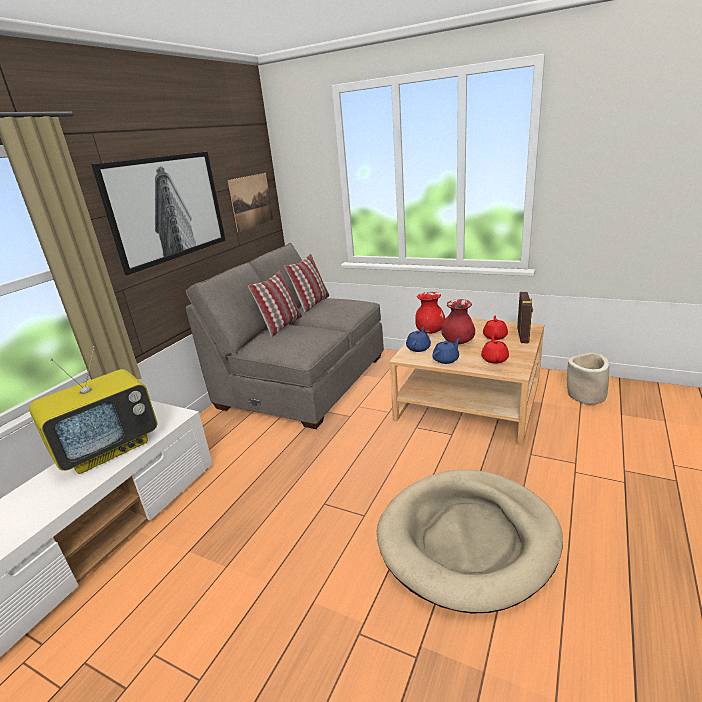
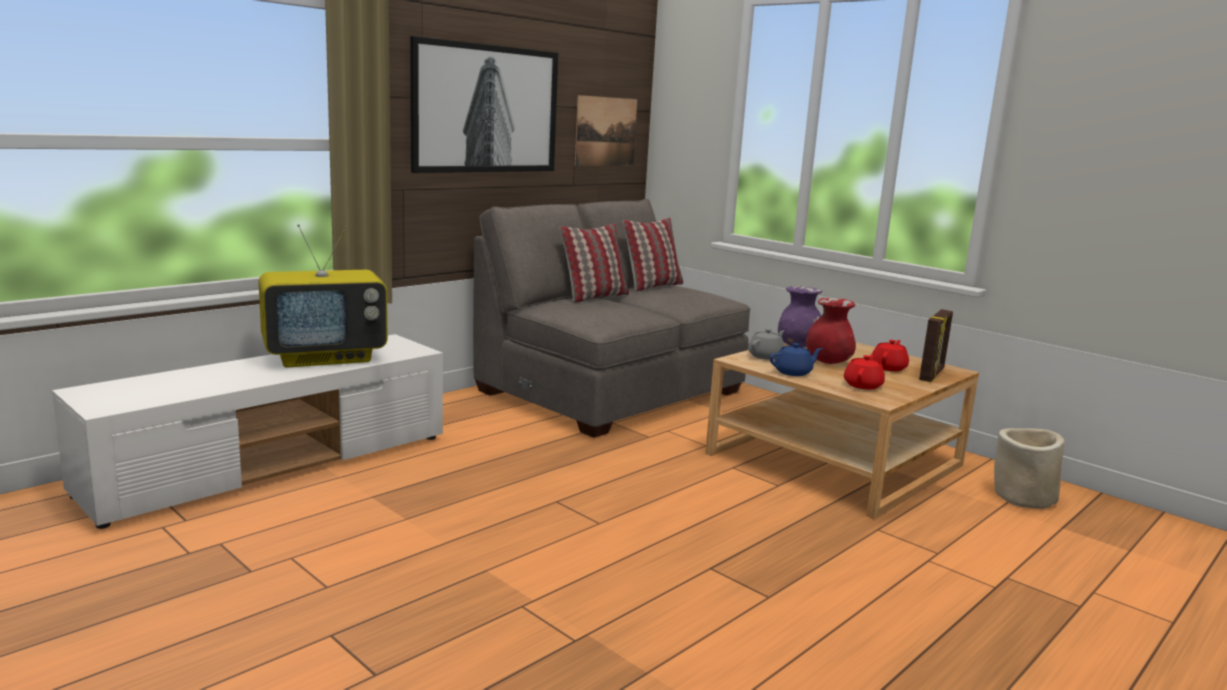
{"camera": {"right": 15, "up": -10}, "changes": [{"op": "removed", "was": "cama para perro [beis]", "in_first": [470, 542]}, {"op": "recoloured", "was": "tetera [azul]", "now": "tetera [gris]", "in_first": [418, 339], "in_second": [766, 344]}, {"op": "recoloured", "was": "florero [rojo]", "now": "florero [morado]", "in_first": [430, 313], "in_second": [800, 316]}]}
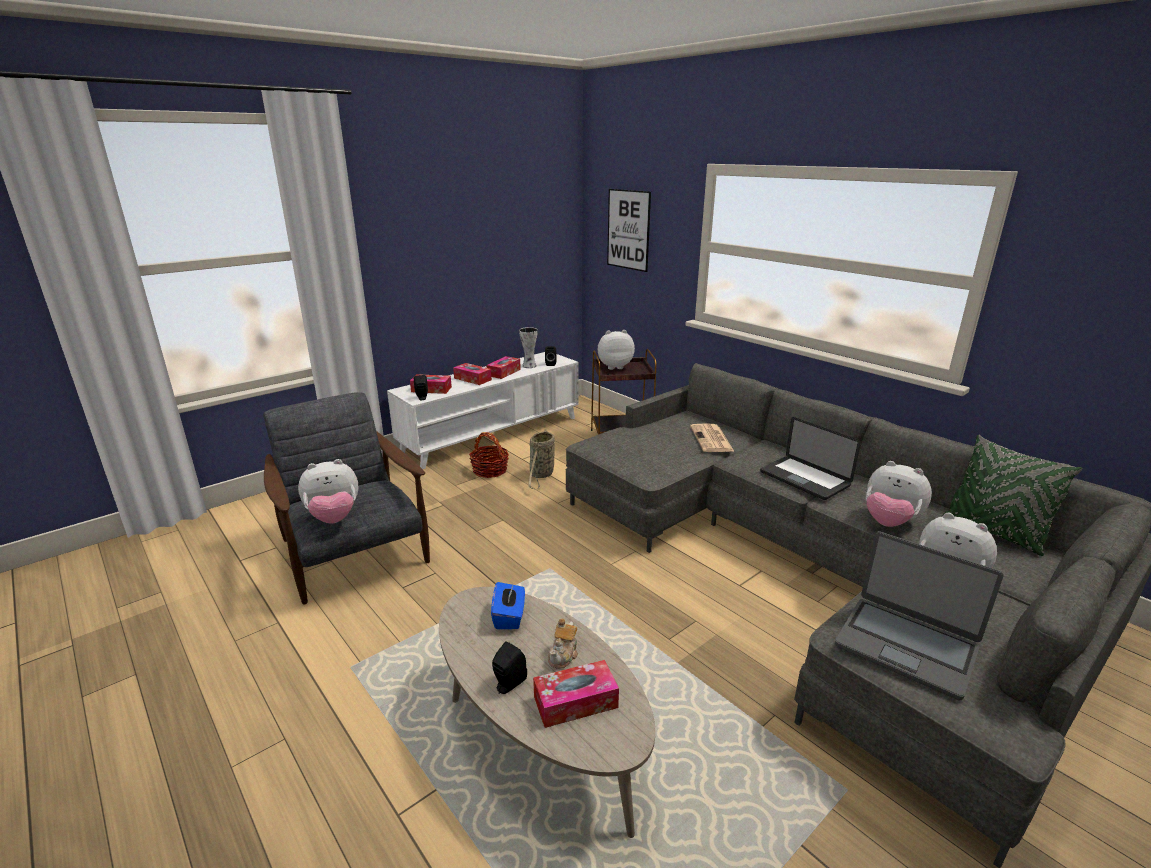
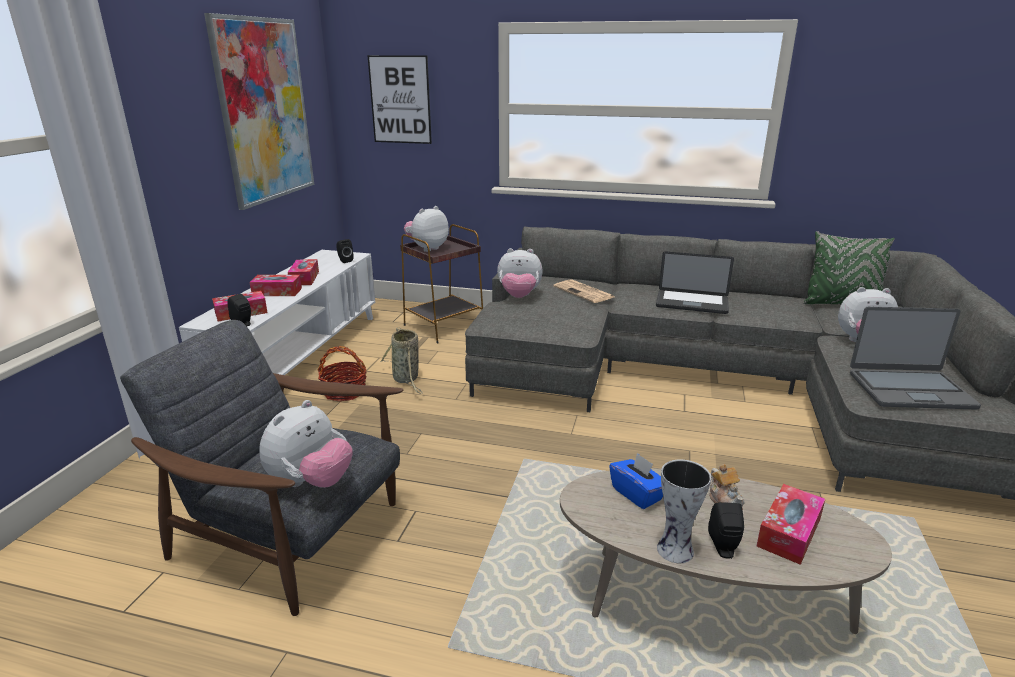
{"camera": {"right": -35, "up": 0}, "changes": [{"op": "moved", "was": "florero", "in_first": [528, 347], "in_second": [684, 511]}, {"op": "moved", "was": "peluche", "in_first": [899, 494], "in_second": [520, 273]}, {"op": "added", "now": "cuadro", "in_second": [259, 111]}]}
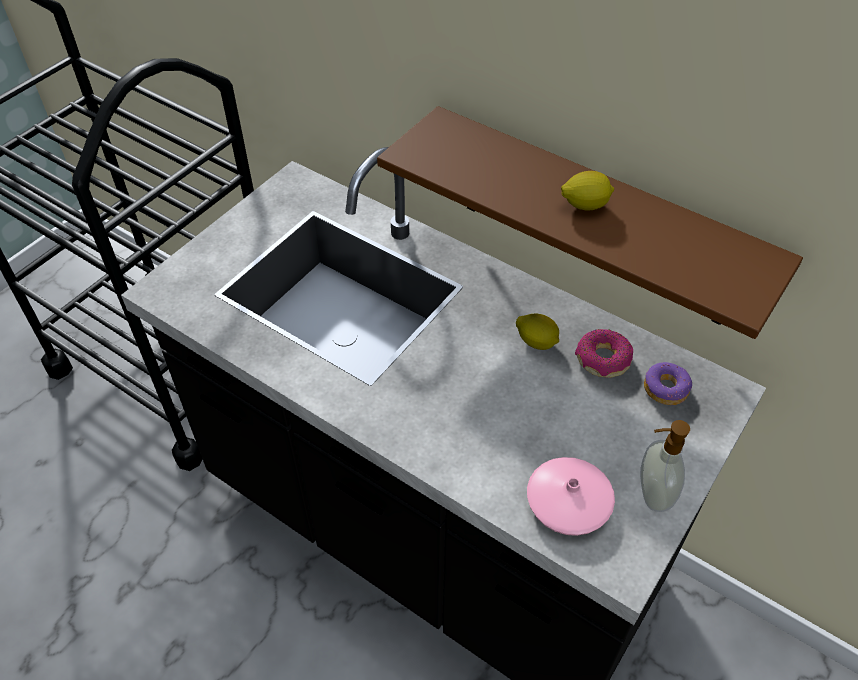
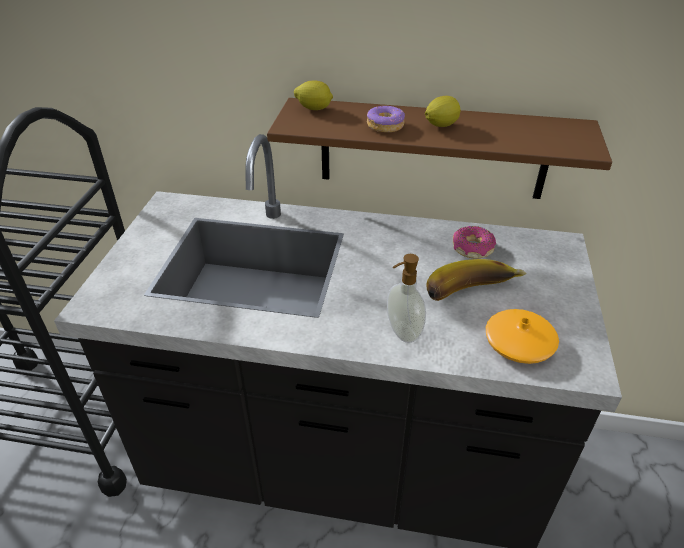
{"camera": {"right": -25, "up": -10}, "changes": [{"op": "moved", "was": "limón", "in_first": [537, 332], "in_second": [313, 95]}, {"op": "recoloured", "was": "florero [rosa]", "now": "florero [naranja]", "in_first": [571, 496], "in_second": [522, 336]}, {"op": "moved", "was": "dispensador de jabón", "in_first": [665, 466], "in_second": [406, 298]}, {"op": "moved", "was": "rosquilla", "in_first": [668, 383], "in_second": [386, 118]}, {"op": "added", "now": "plátano", "in_second": [476, 280]}]}
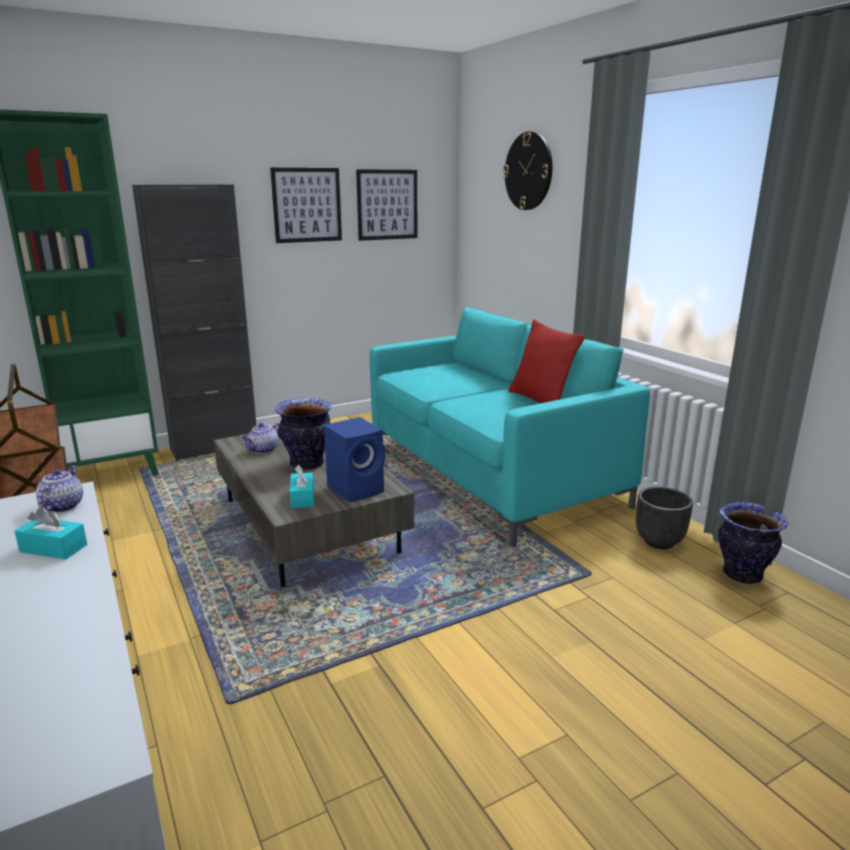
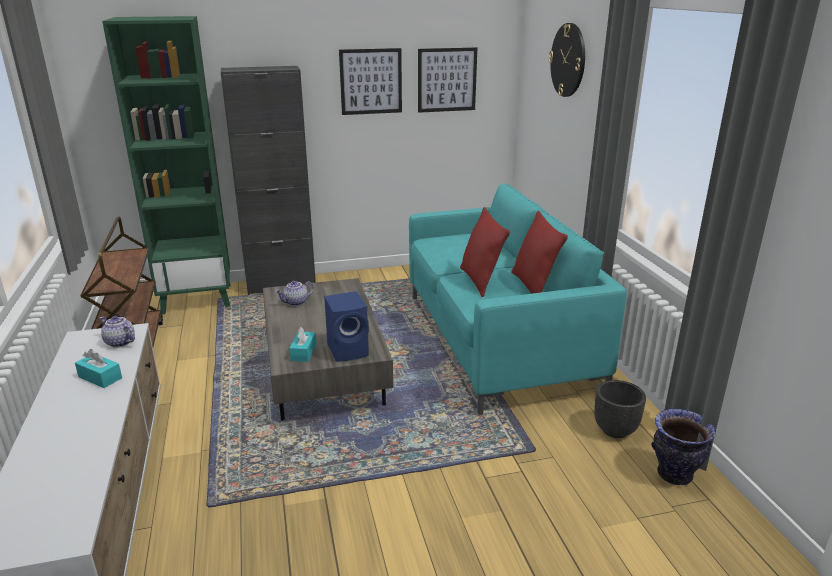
{"camera": {"right": 15, "up": 5}, "changes": [{"op": "turned", "was": "tetera", "in_first": [59, 489], "in_second": [117, 331], "clockwise": -75}, {"op": "removed", "was": "florero", "in_first": [303, 434]}, {"op": "added", "now": "cojín [rojo]", "in_second": [485, 252]}]}
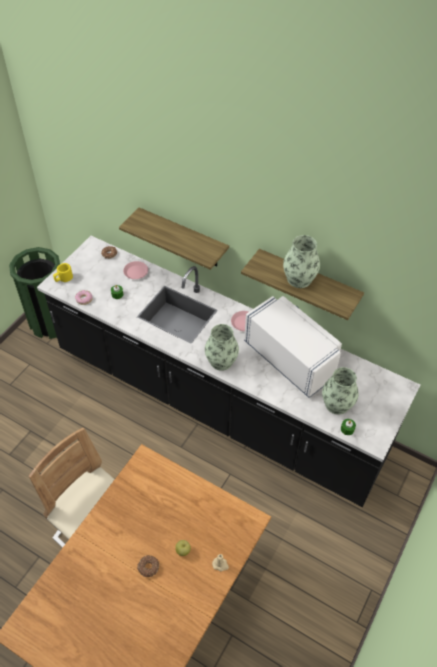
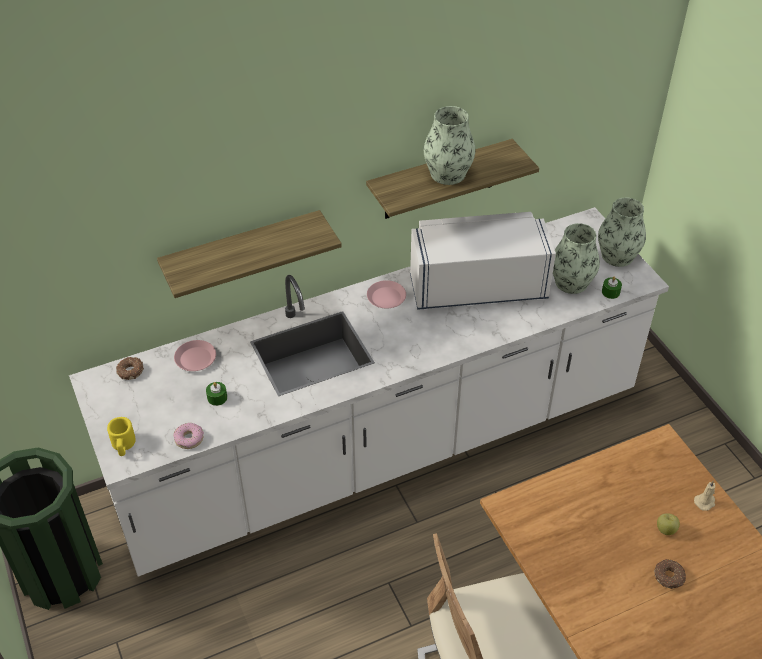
{"camera": {"right": -55, "up": -5}, "changes": [{"op": "recoloured", "was": "mueble bajo de cocina [negro]", "now": "mueble bajo de cocina [blanco]", "in_first": [228, 371], "in_second": [369, 392]}, {"op": "moved", "was": "florero", "in_first": [222, 347], "in_second": [622, 232]}]}
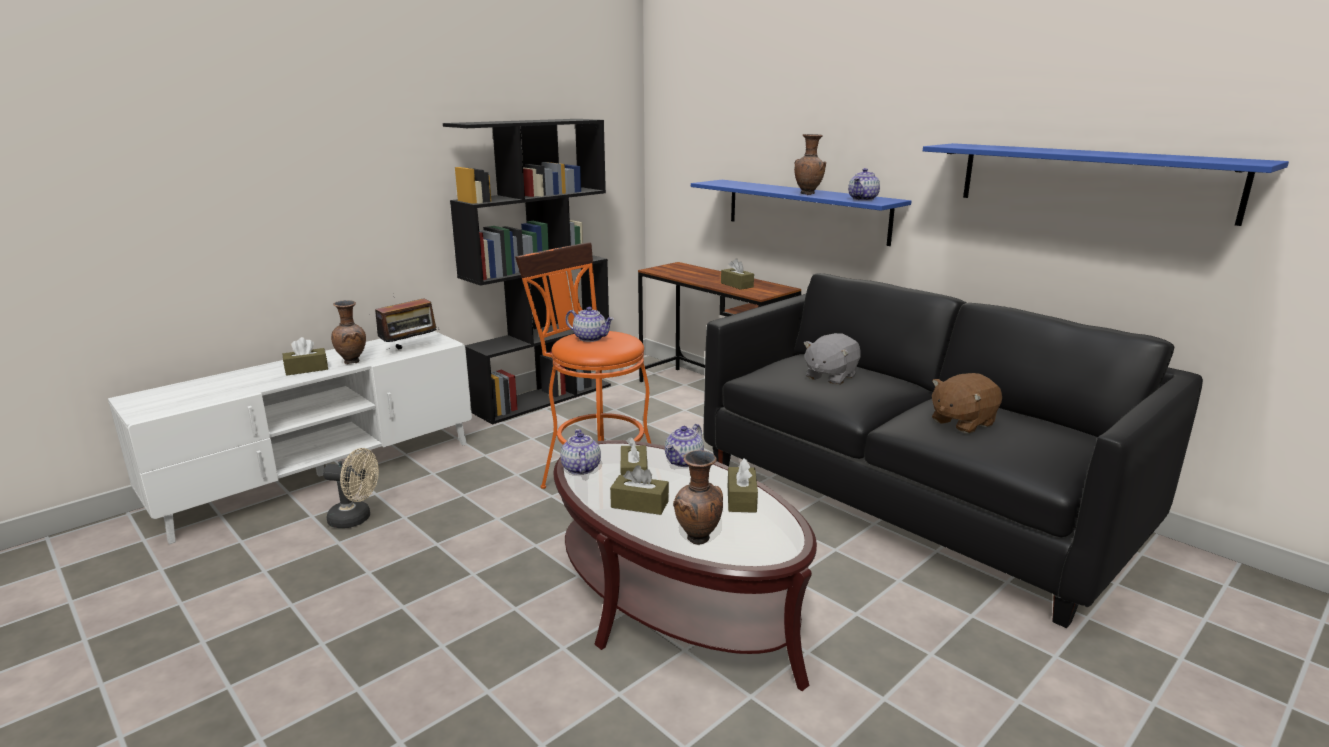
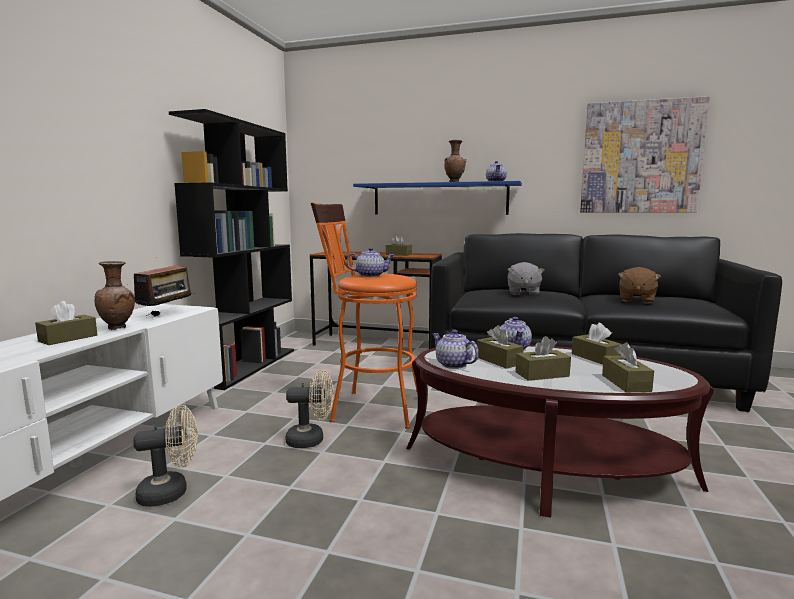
{"camera": {"right": -30, "up": -10}, "changes": [{"op": "replaced", "was": "florero [marrón]", "now": "caja de pañuelos [marrón]", "in_first": [698, 497], "in_second": [628, 367]}, {"op": "replaced", "was": "estante [azul]", "now": "cuadro", "in_first": [1106, 184], "in_second": [645, 154]}, {"op": "added", "now": "ventilador [beis]", "in_second": [310, 409]}]}
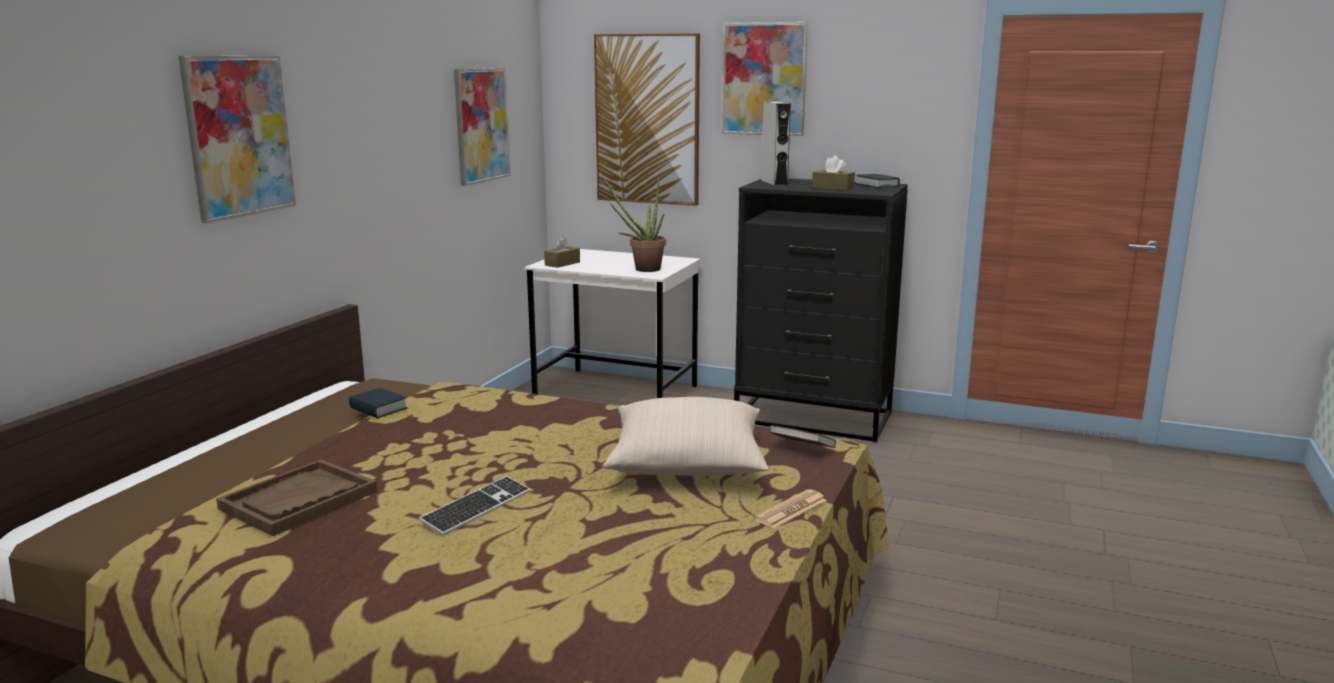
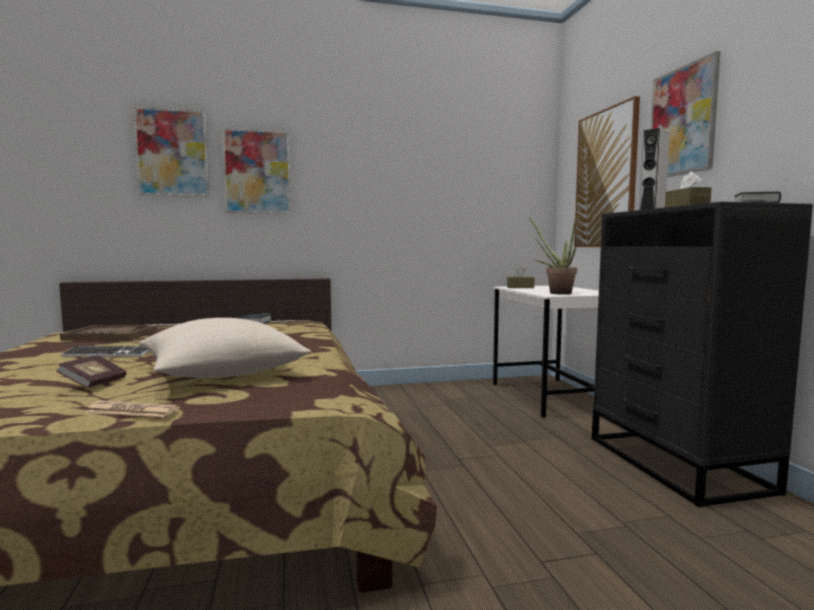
{"camera": {"right": 55, "up": -10}, "changes": [{"op": "moved", "was": "cuadro", "in_first": [482, 127], "in_second": [171, 151]}, {"op": "moved", "was": "libro", "in_first": [802, 436], "in_second": [91, 371]}]}
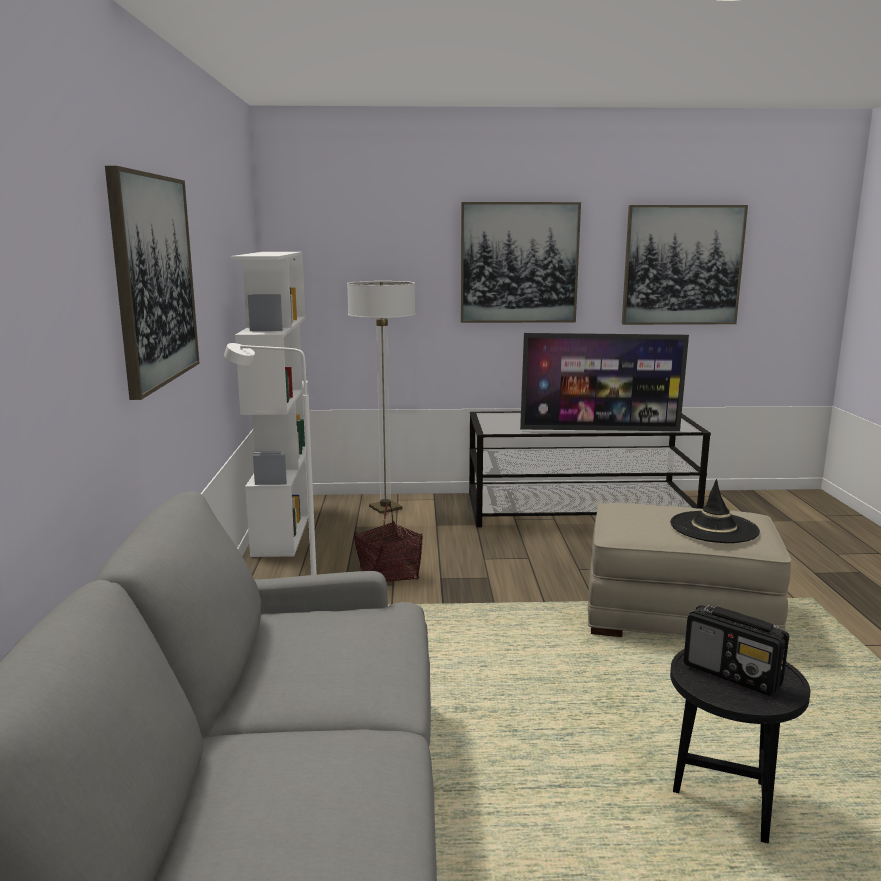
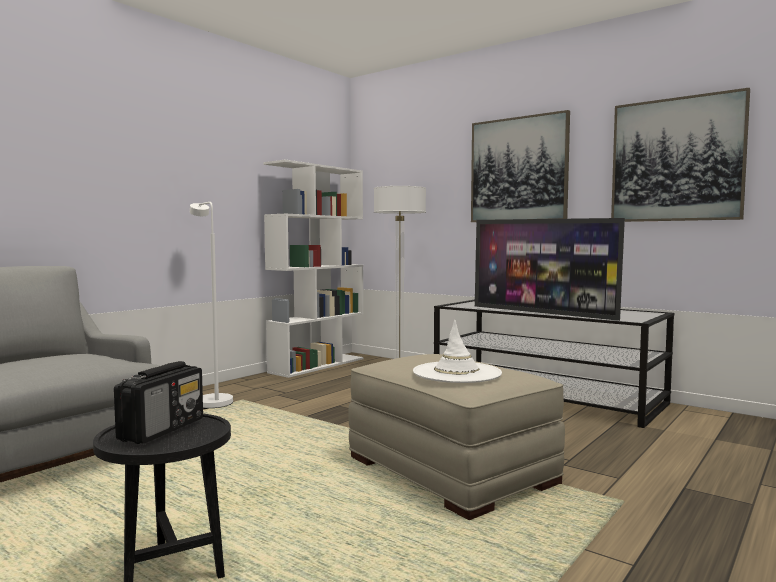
{"camera": {"right": 40, "up": -10}, "changes": [{"op": "removed", "was": "cuadro", "in_first": [152, 283]}, {"op": "removed", "was": "cesta", "in_first": [388, 542]}, {"op": "recoloured", "was": "sombrero [negro]", "now": "sombrero [blanco]", "in_first": [715, 511], "in_second": [457, 351]}, {"op": "turned", "was": "radio", "in_first": [736, 650], "in_second": [158, 402], "clockwise": -150}]}
